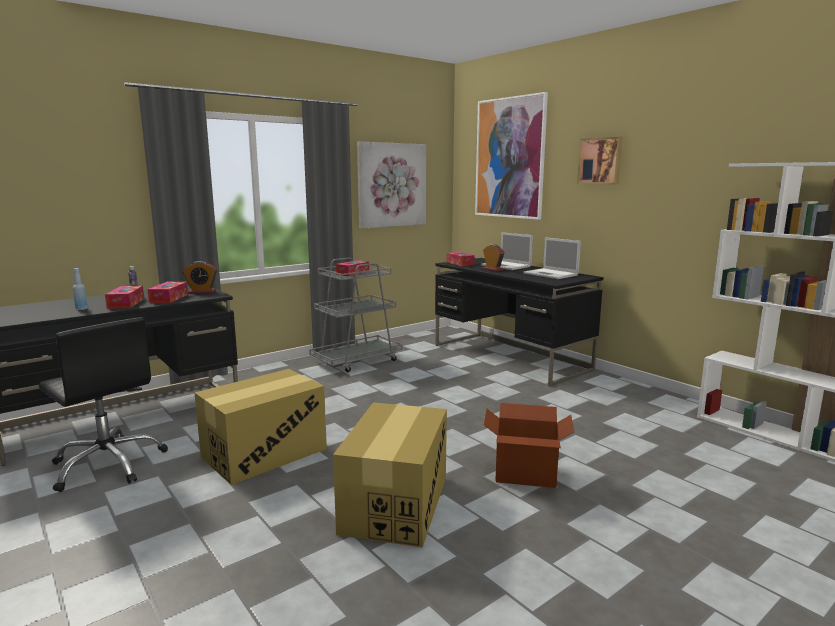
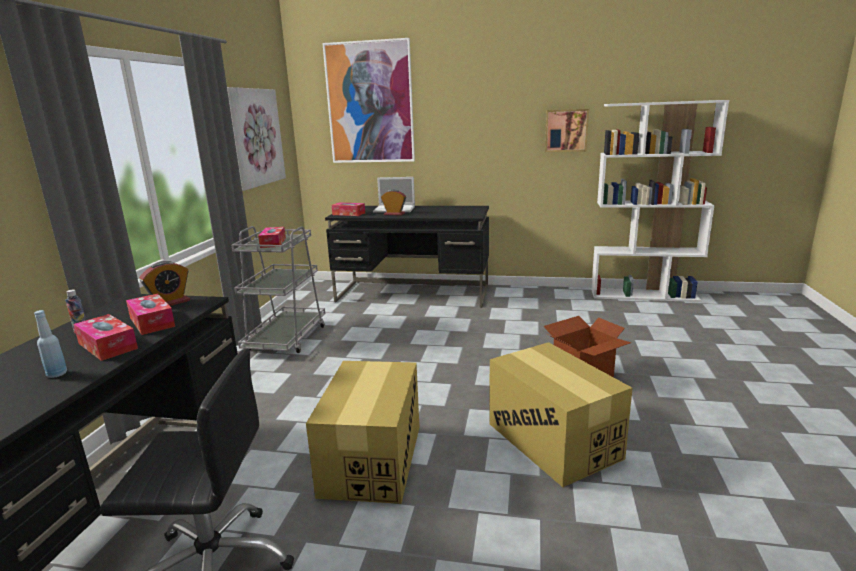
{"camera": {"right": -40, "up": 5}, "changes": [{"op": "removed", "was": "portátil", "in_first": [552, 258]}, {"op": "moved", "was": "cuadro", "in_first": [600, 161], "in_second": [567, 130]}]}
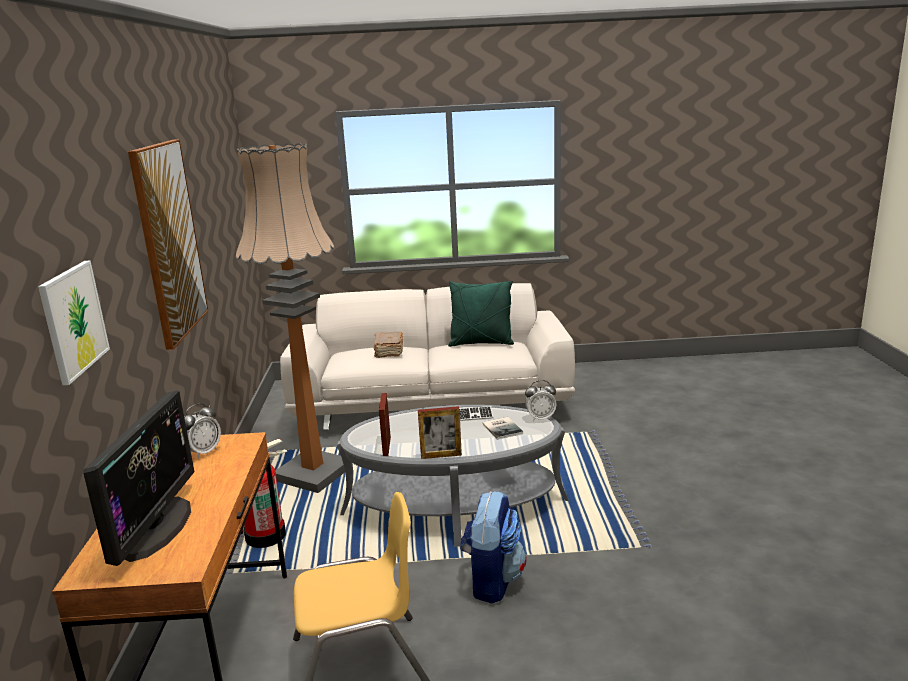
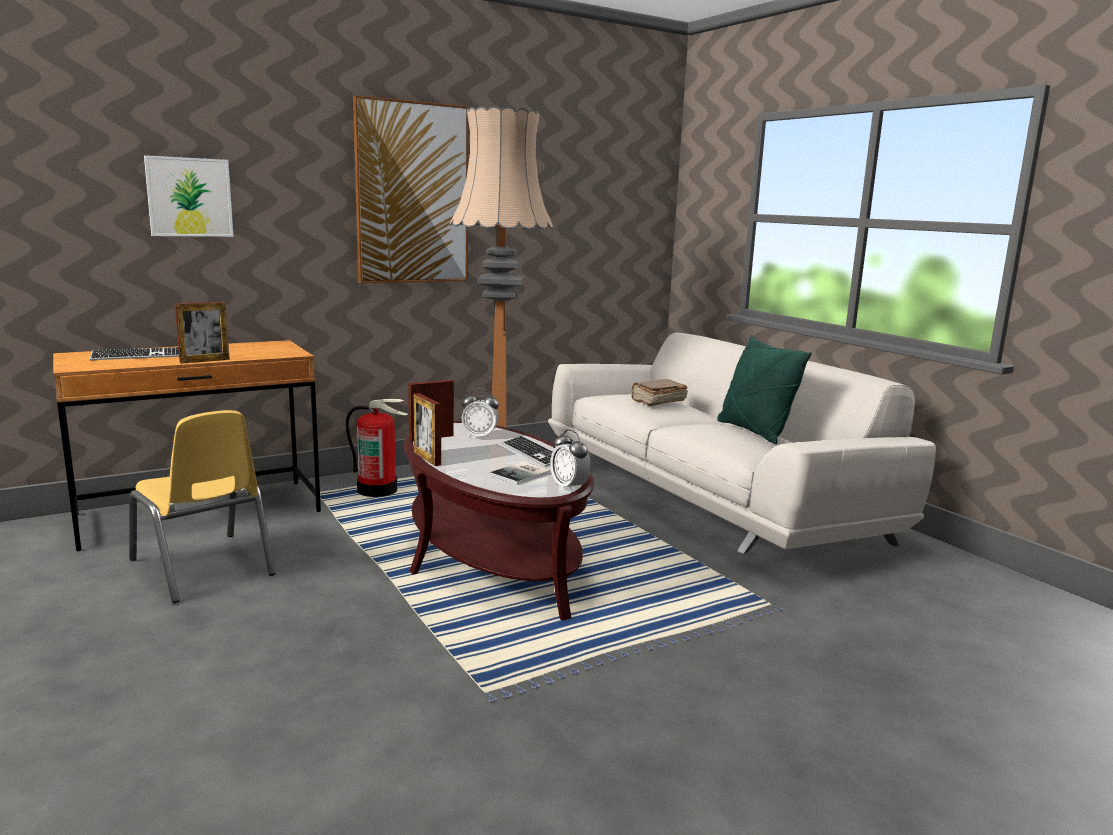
{"camera": {"right": 60, "up": -5}, "changes": [{"op": "replaced", "was": "monitor", "now": "teclado", "in_first": [138, 478], "in_second": [134, 353]}, {"op": "moved", "was": "despertador", "in_first": [202, 431], "in_second": [480, 414]}, {"op": "recoloured", "was": "mesa de centro [gris]", "now": "mesa de centro [marrón]", "in_first": [453, 476], "in_second": [499, 521]}, {"op": "removed", "was": "mochila", "in_first": [493, 547]}, {"op": "added", "now": "portarretratos", "in_second": [202, 333]}]}
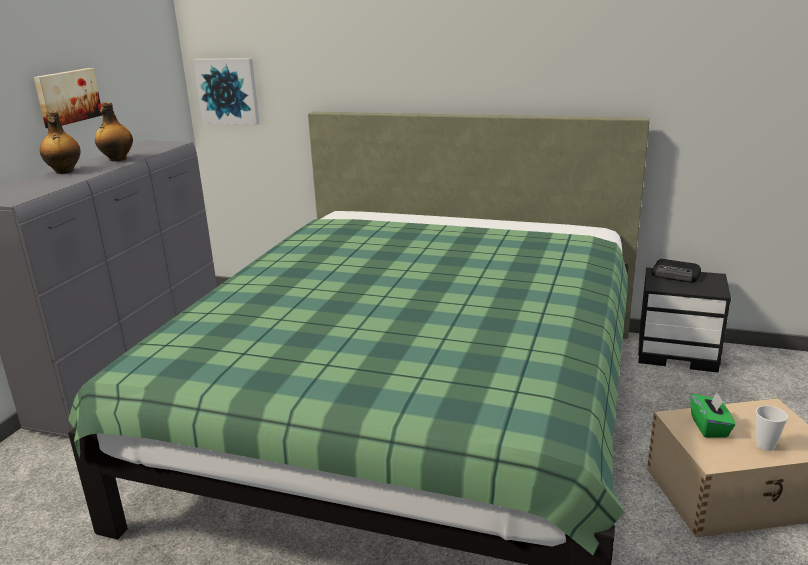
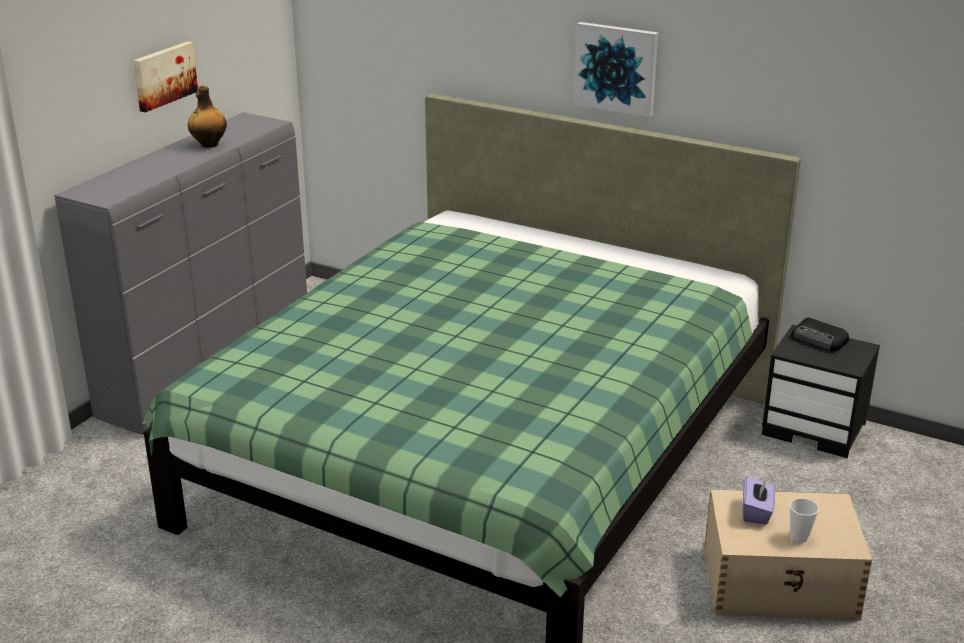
{"camera": {"right": 10, "up": 5}, "changes": [{"op": "removed", "was": "botella", "in_first": [60, 142]}, {"op": "moved", "was": "cuadro", "in_first": [226, 91], "in_second": [616, 70]}, {"op": "recoloured", "was": "caja de pañuelos [verde]", "now": "caja de pañuelos [morado]", "in_first": [713, 415], "in_second": [758, 500]}]}
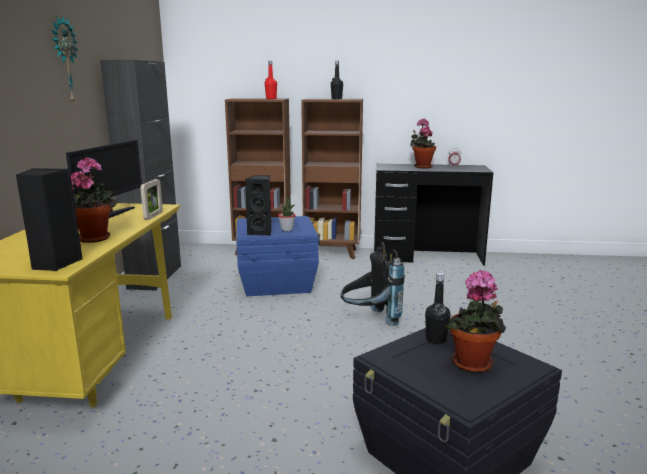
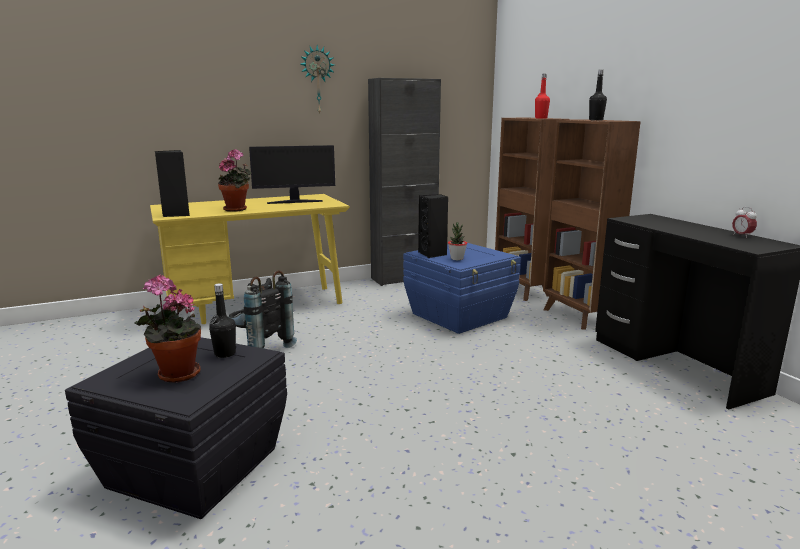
{"camera": {"right": 60, "up": 0}, "changes": [{"op": "removed", "was": "portarretratos", "in_first": [152, 199]}, {"op": "moved", "was": "mochila [negro]", "in_first": [372, 284], "in_second": [263, 309]}, {"op": "removed", "was": "planta en maceta", "in_first": [423, 143]}]}
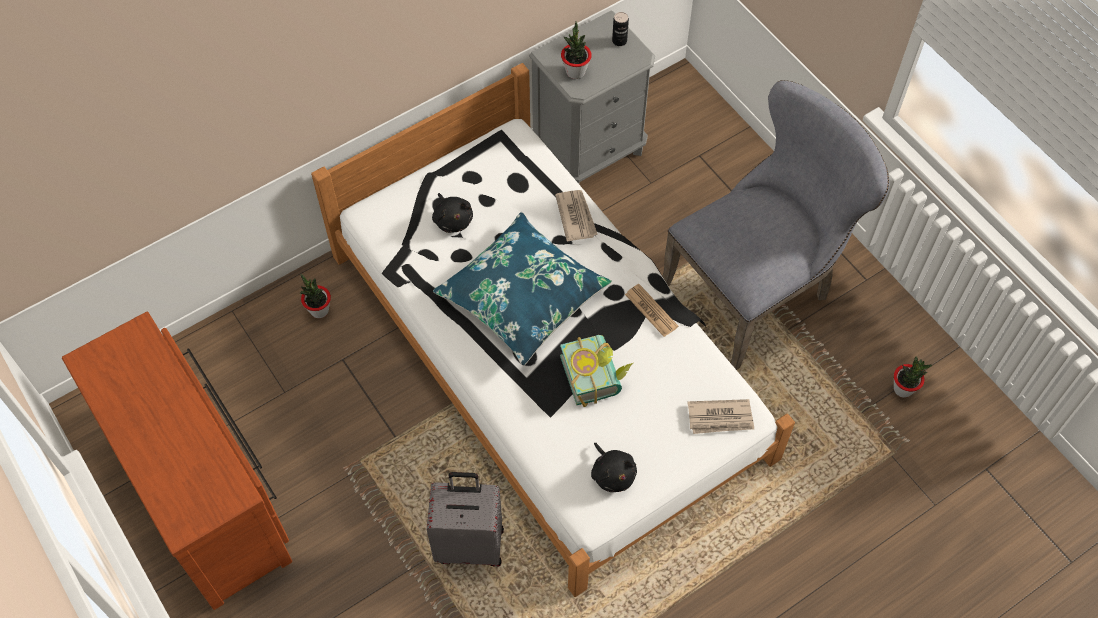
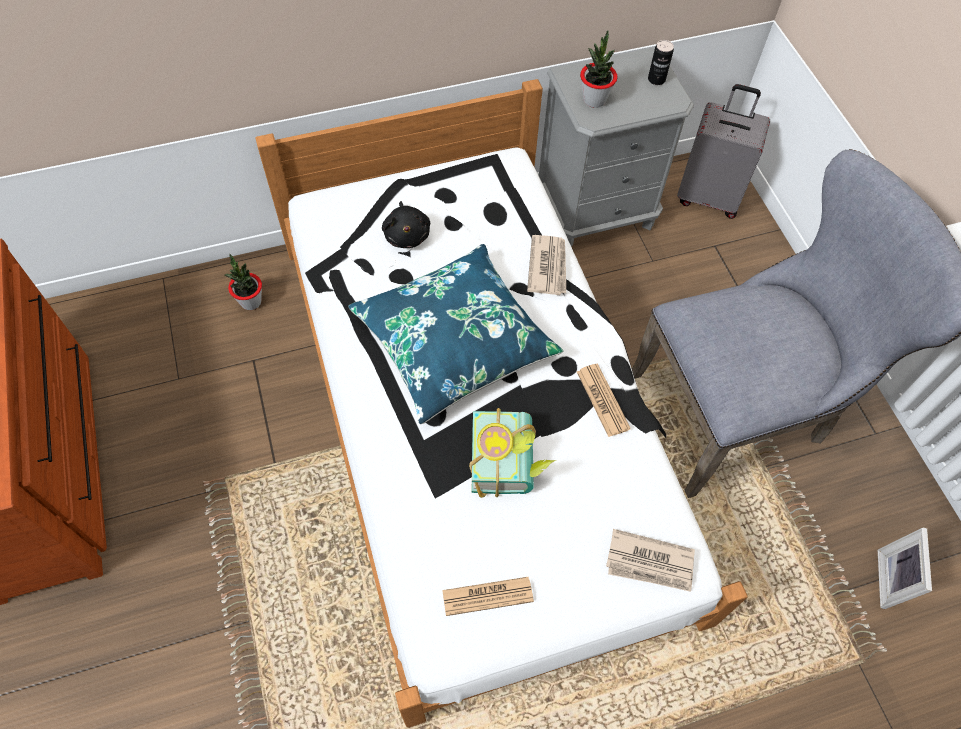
{"camera": {"right": 15, "up": 0}, "changes": [{"op": "moved", "was": "maleta [gris]", "in_first": [465, 519], "in_second": [723, 151]}, {"op": "replaced", "was": "peluche [negro]", "now": "periódico", "in_first": [614, 467], "in_second": [488, 596]}, {"op": "replaced", "was": "planta en maceta", "now": "portarretratos", "in_first": [913, 377], "in_second": [905, 568]}]}
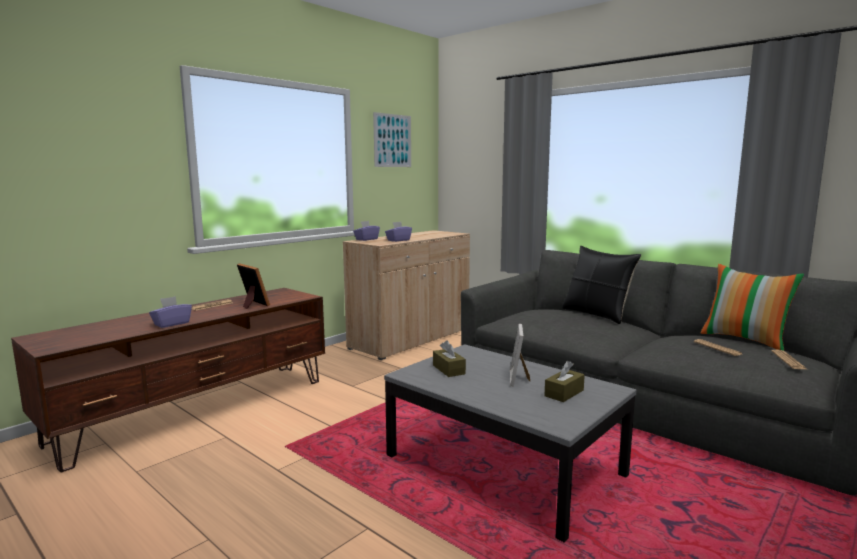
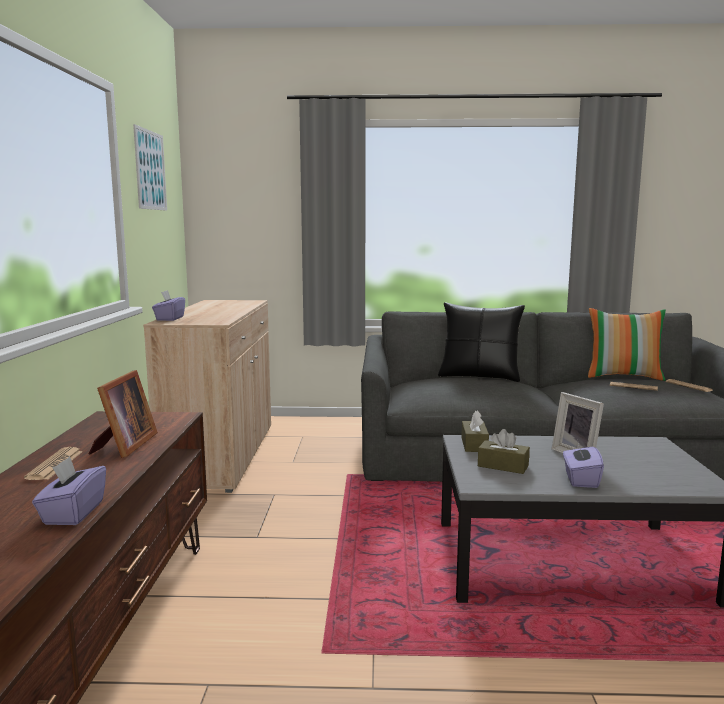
{"camera": {"right": -40, "up": 0}, "changes": [{"op": "turned", "was": "portarretratos", "in_first": [253, 286], "in_second": [123, 414], "clockwise": 90}, {"op": "moved", "was": "caja de pañuelos [morado]", "in_first": [398, 232], "in_second": [583, 463]}, {"op": "moved", "was": "caja de pañuelos [marrón]", "in_first": [564, 381], "in_second": [475, 431]}]}
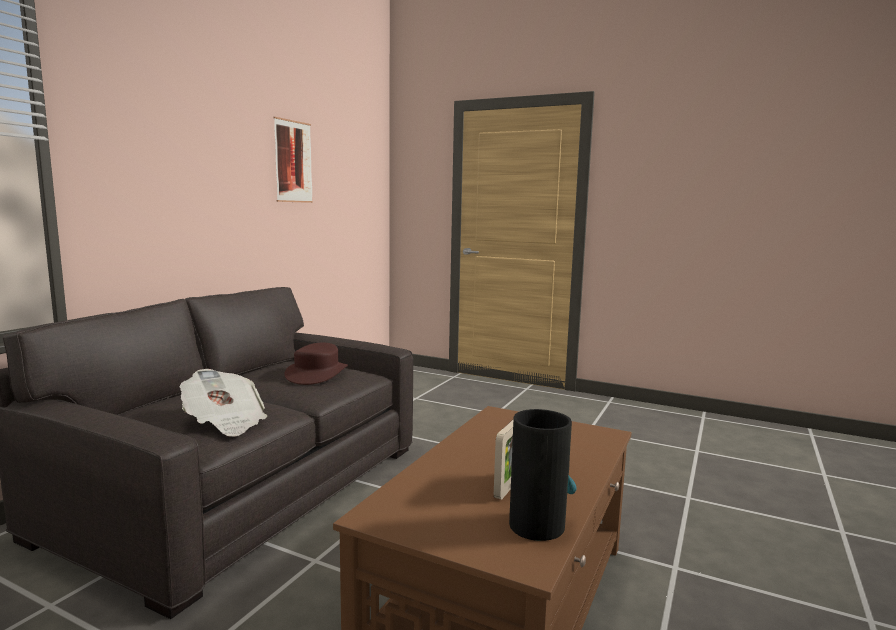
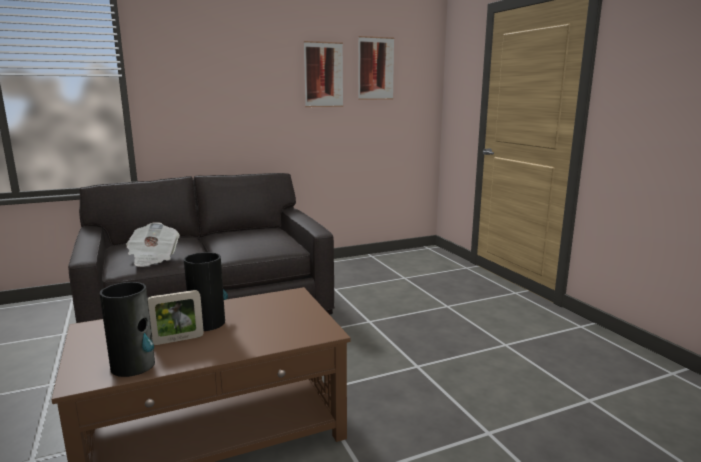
{"camera": {"right": 40, "up": 5}, "changes": [{"op": "removed", "was": "sombrero [marrón]", "in_first": [316, 364]}, {"op": "added", "now": "florero", "in_second": [206, 291]}, {"op": "added", "now": "cuadro", "in_second": [376, 68]}]}
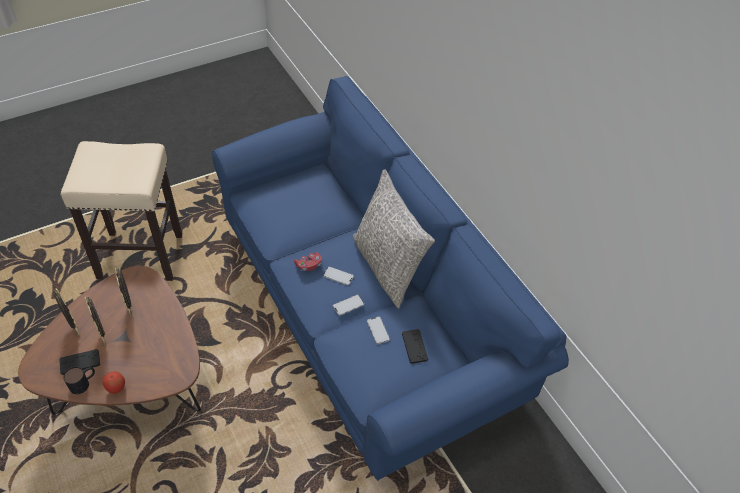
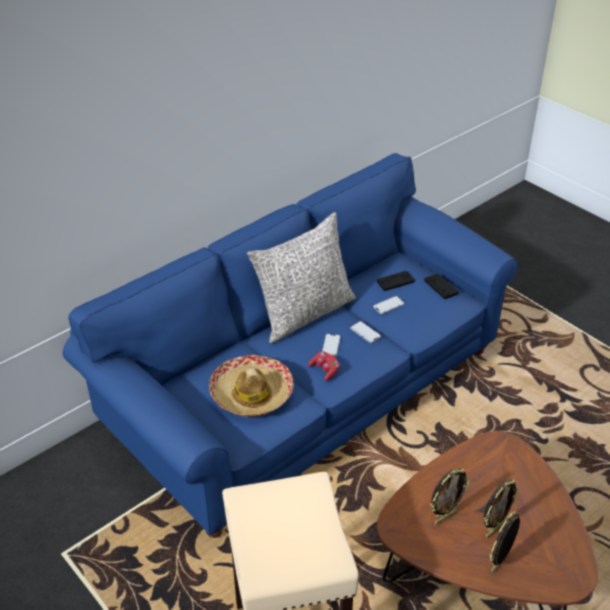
{"camera": {"right": -100, "up": -10}, "changes": [{"op": "moved", "was": "mando de consola [negro]", "in_first": [79, 362], "in_second": [441, 286]}, {"op": "removed", "was": "taza grande", "in_first": [79, 380]}, {"op": "removed", "was": "manzana", "in_first": [114, 382]}, {"op": "added", "now": "sombrero", "in_second": [251, 386]}]}
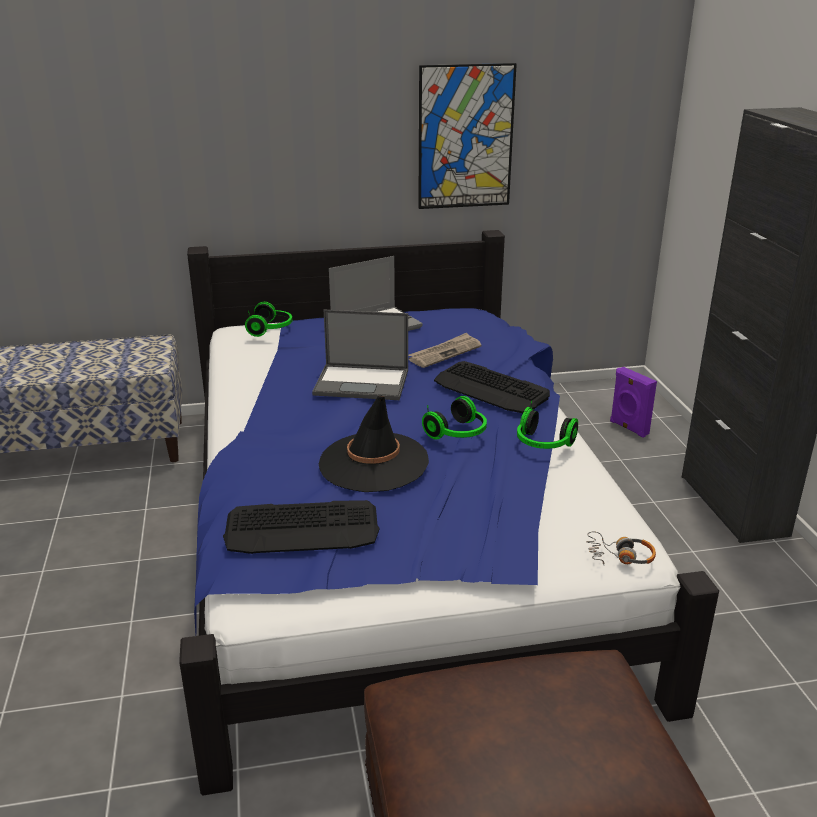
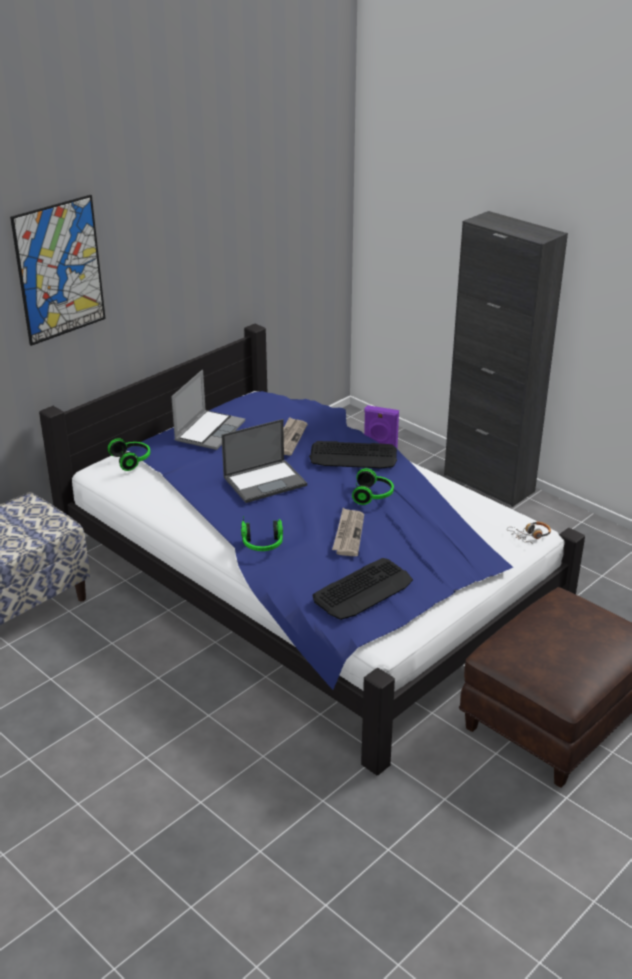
{"camera": {"right": -35, "up": 5}, "changes": [{"op": "replaced", "was": "sombrero [negro]", "now": "periódico", "in_first": [374, 443], "in_second": [348, 532]}, {"op": "moved", "was": "cuadro", "in_first": [467, 136], "in_second": [58, 270]}, {"op": "moved", "was": "auriculares", "in_first": [547, 424], "in_second": [262, 533]}]}
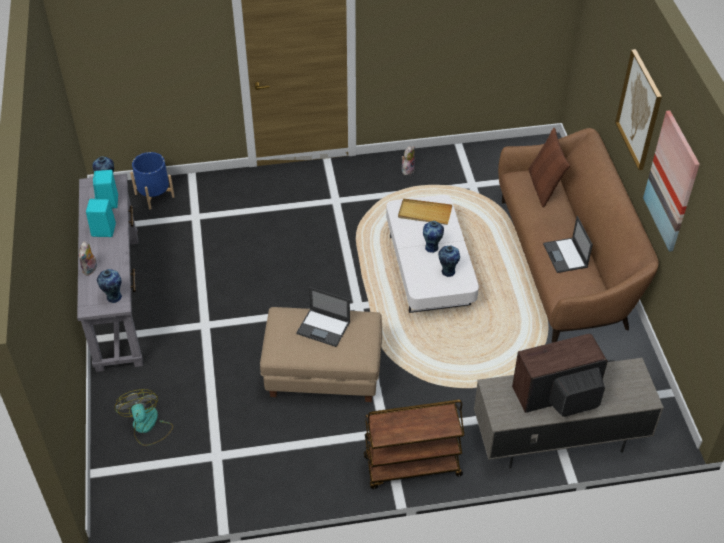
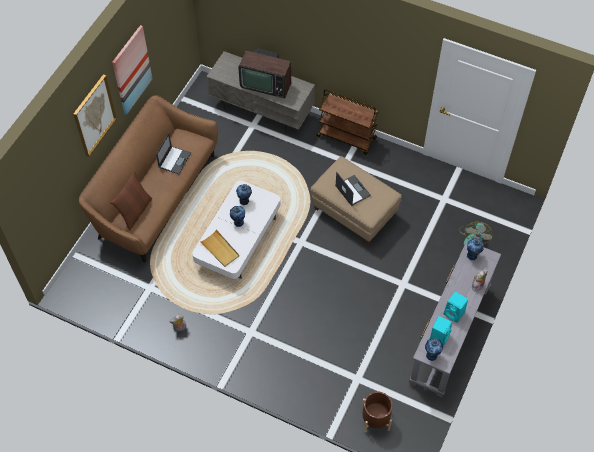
{"camera": {"right": -145, "up": 10}, "changes": [{"op": "recoloured", "was": "maceta [azul]", "now": "maceta [marrón]", "in_first": [152, 181], "in_second": [377, 412]}]}
